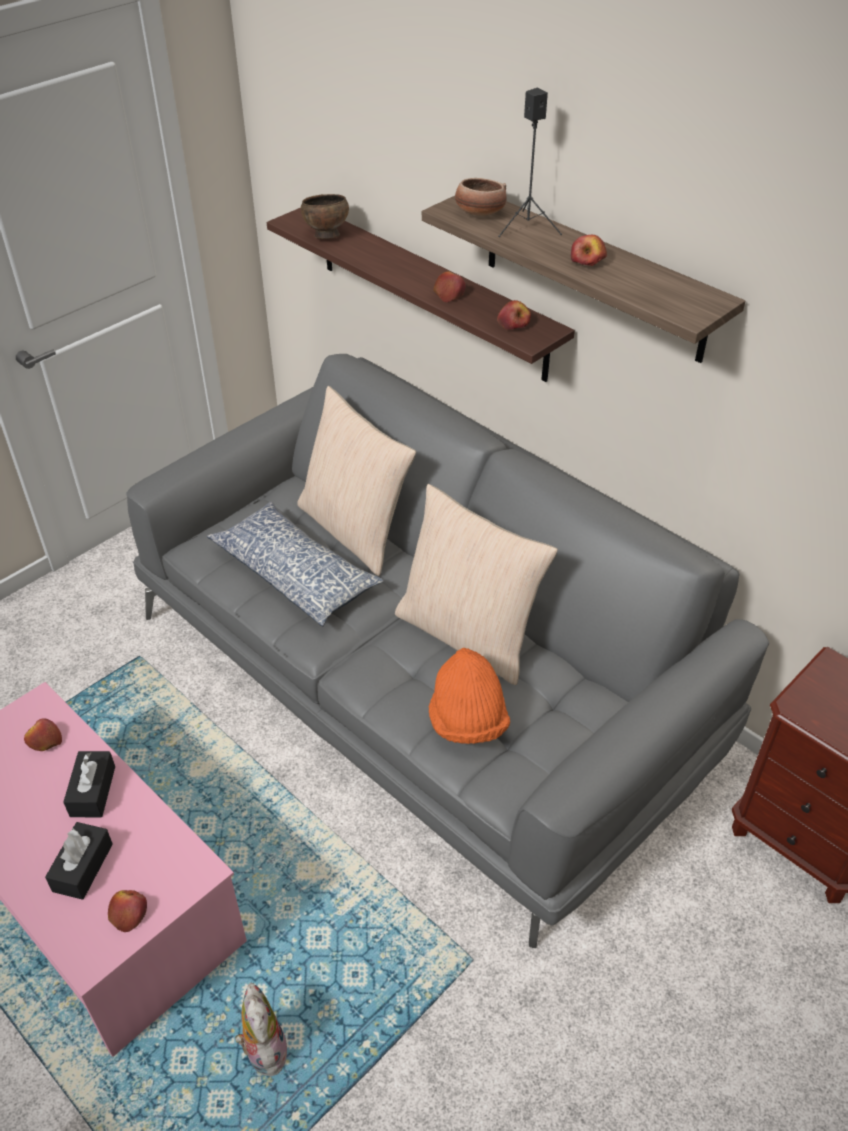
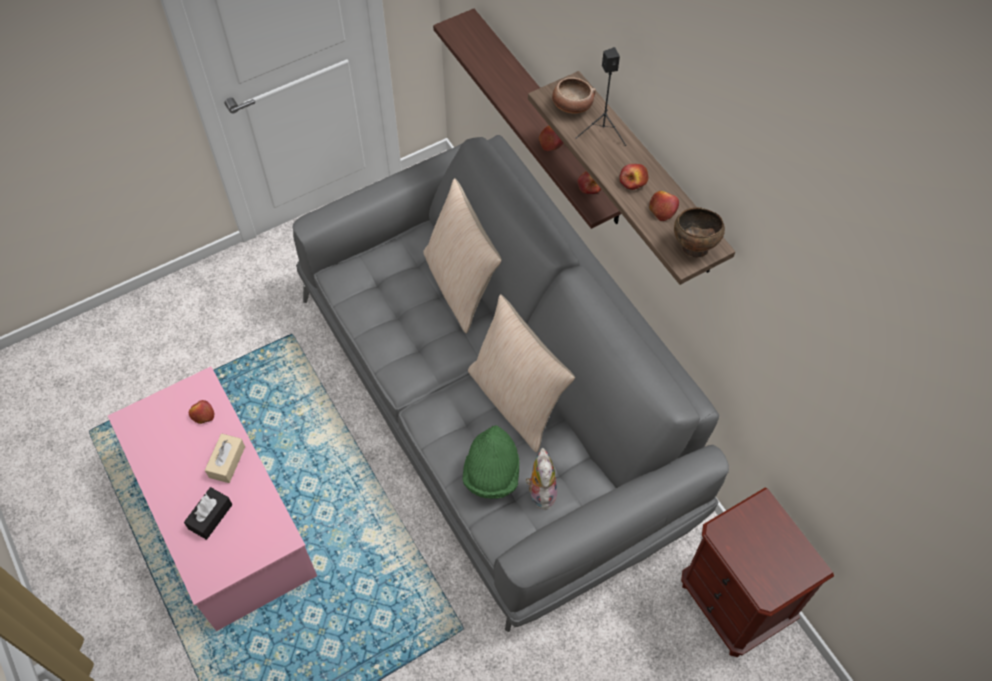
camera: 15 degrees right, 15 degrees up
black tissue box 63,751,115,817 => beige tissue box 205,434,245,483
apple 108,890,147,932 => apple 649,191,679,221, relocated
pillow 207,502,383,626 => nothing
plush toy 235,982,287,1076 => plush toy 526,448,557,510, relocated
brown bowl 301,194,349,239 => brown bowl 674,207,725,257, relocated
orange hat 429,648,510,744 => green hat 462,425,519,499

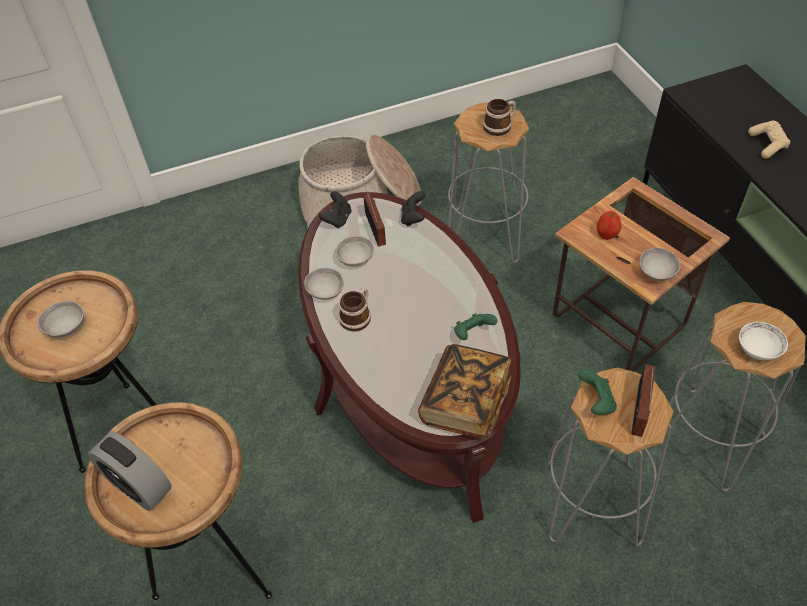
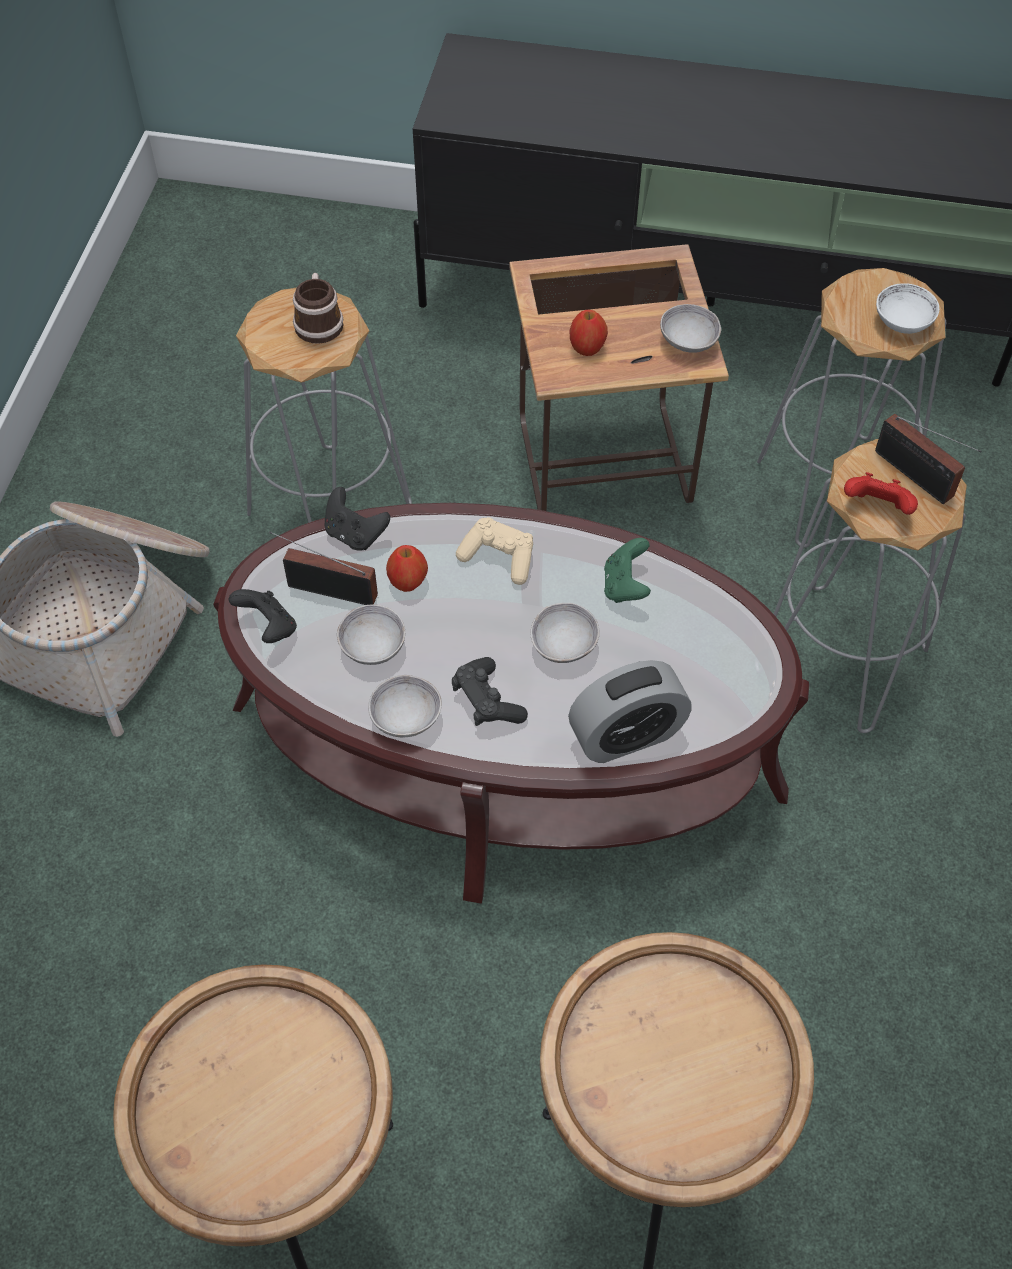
camera: 60 degrees left, 5 degrees up
grey bowl 38,301,84,337 => grey bowl 530,603,600,663, relocated
alarm clock 88,431,172,511 => alarm clock 568,660,692,763, relocated
mug 339,287,371,331 => black game controller 452,657,528,726
book 418,344,512,440 => nothing
green game controller 578,370,617,415 => red game controller 844,472,918,515
beige game controller 748,121,790,159 => beige game controller 456,517,533,585, relocated
nothing => apple 386,545,428,592

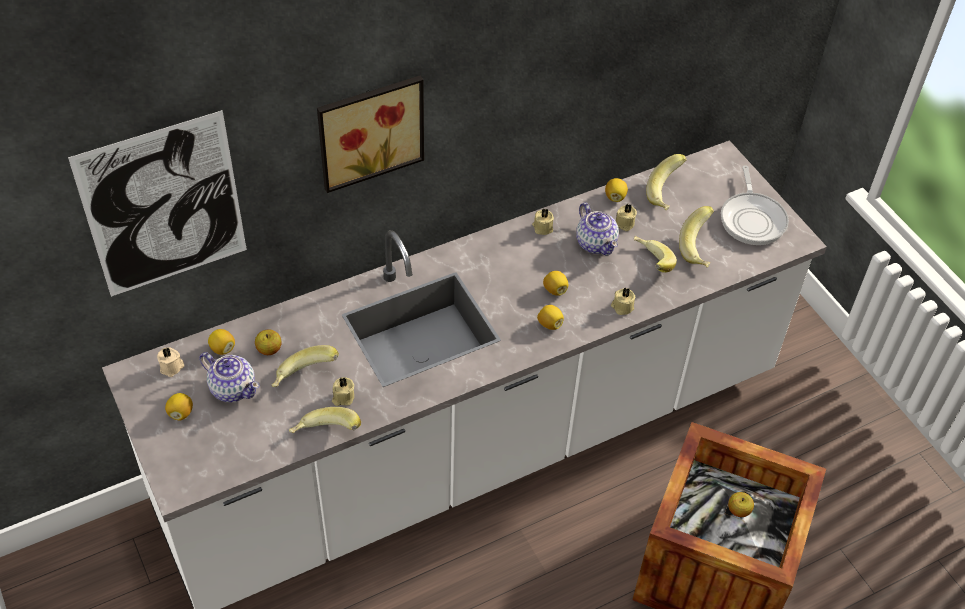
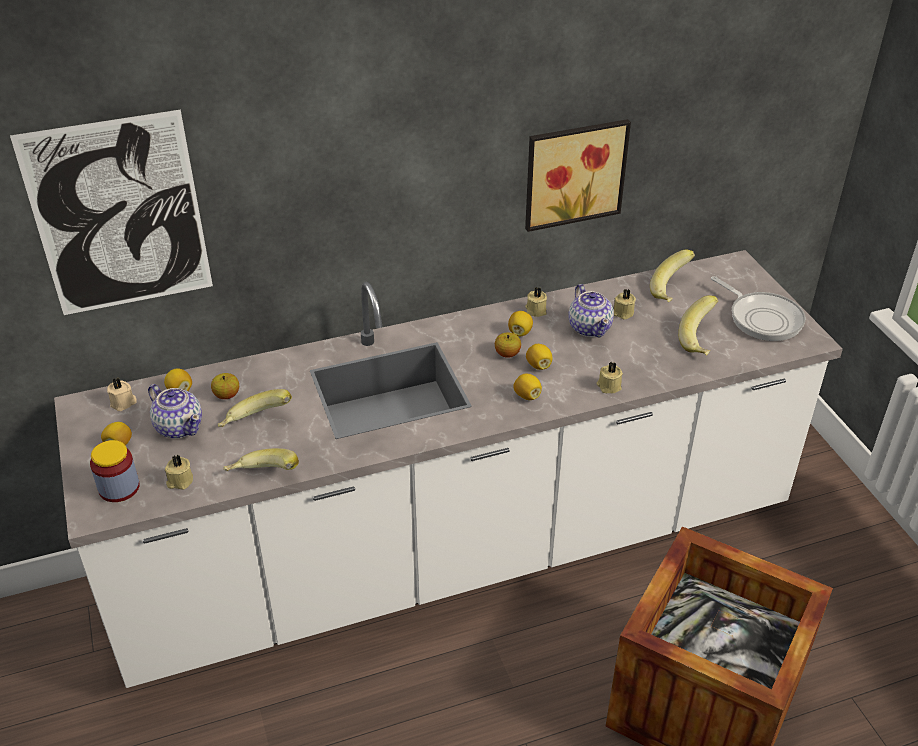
camera: 10 degrees right, 10 degrees down
picture 317,76,424,193 => picture 525,119,631,232, relocated
beige candle 332,377,354,406 => beige candle 165,455,193,490, relocated
lemon 605,178,628,202 => lemon 508,311,533,336, relocated
banana 634,236,677,273 => nothing
frying pan 721,165,789,245 => frying pan 711,276,806,341, 45 degrees counterclockwise
apple 728,492,754,517 => apple 495,332,521,358, relocated
nothing => jar 90,440,140,502

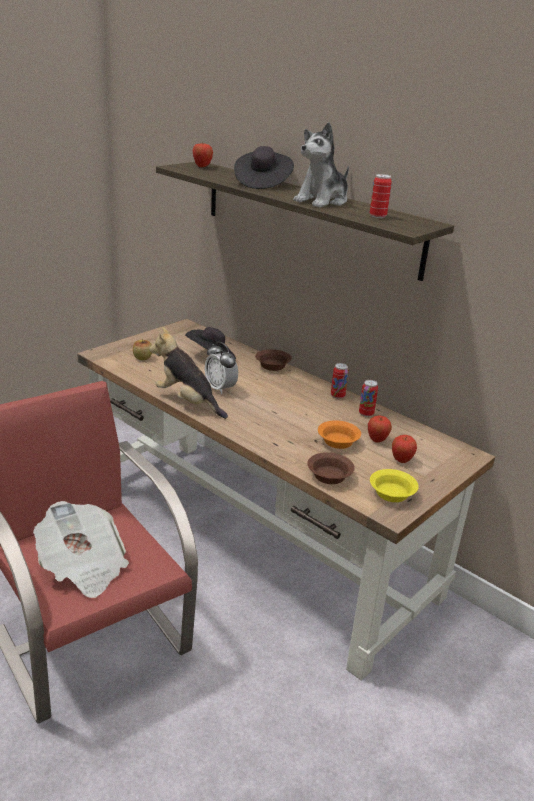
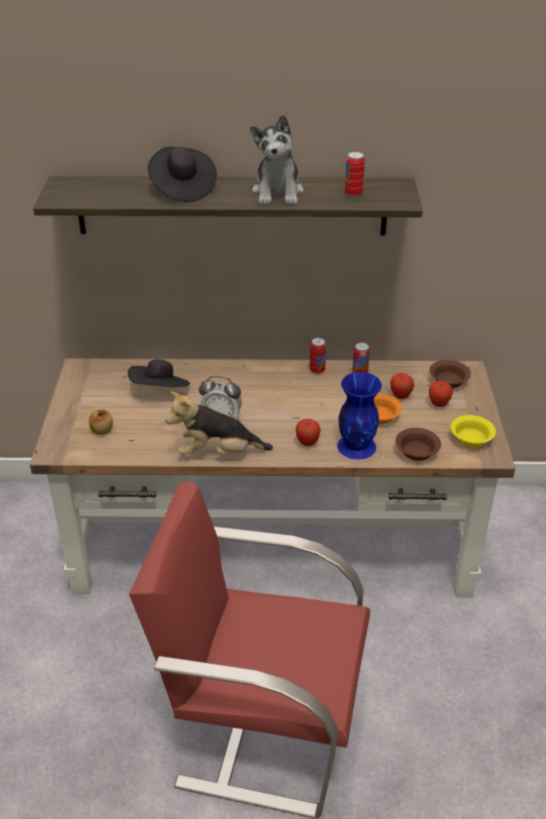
camera: 40 degrees left, 10 degrees up
newspaper 33,501,129,598 => nothing
apple 193,144,213,167 => apple 296,419,321,446, relocated
brown bowl 255,349,292,371 => brown bowl 429,360,471,388, relocated
nothing => blue vase 337,372,382,460

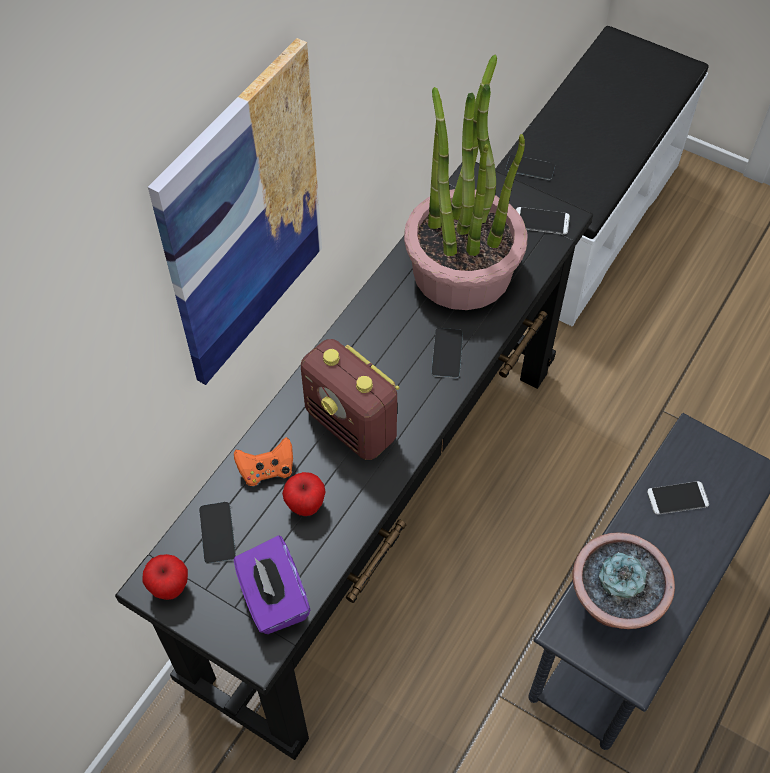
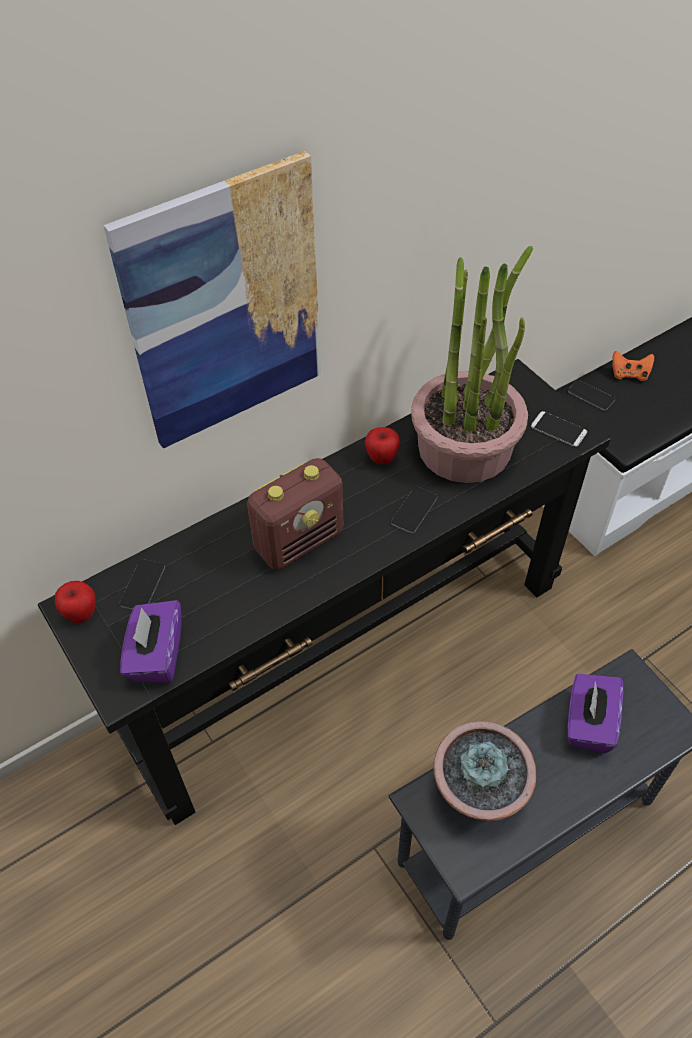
camera: 25 degrees right, 5 degrees down
orange game controller 234,437,293,486 => orange game controller 612,351,654,381, relocated
apple 282,472,326,516 => apple 365,427,401,465, relocated
radio 301,339,400,460 => radio 247,458,344,569, 105 degrees counterclockwise
phone 647,481,709,515 => purple tissue box 567,674,623,753

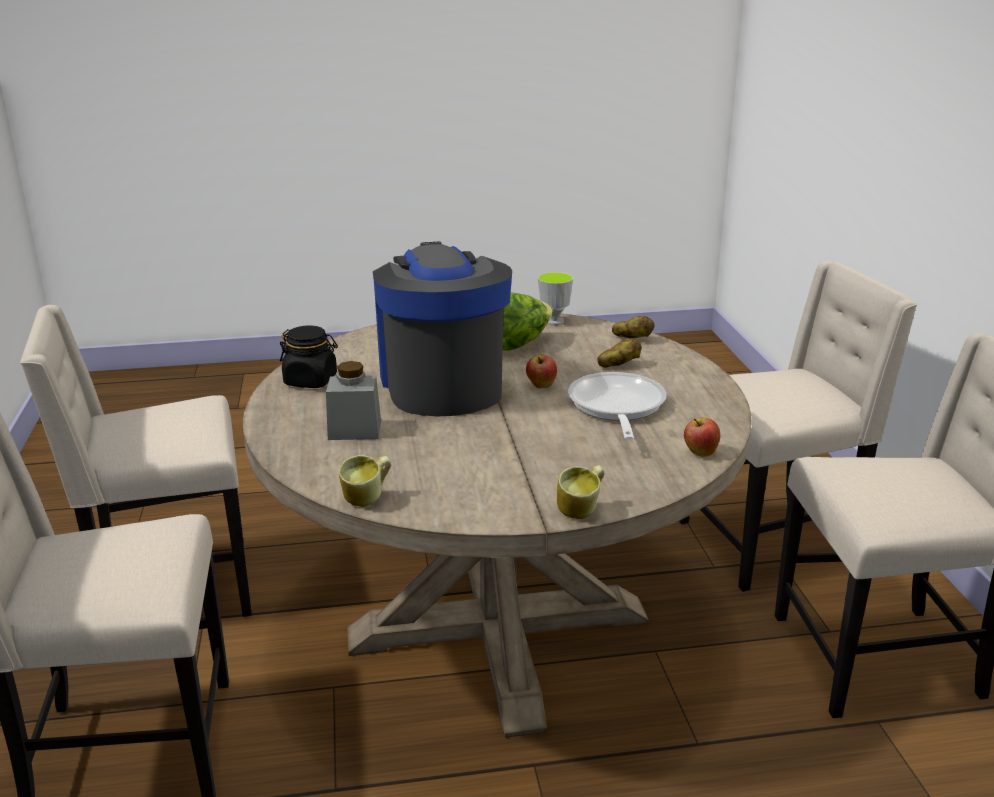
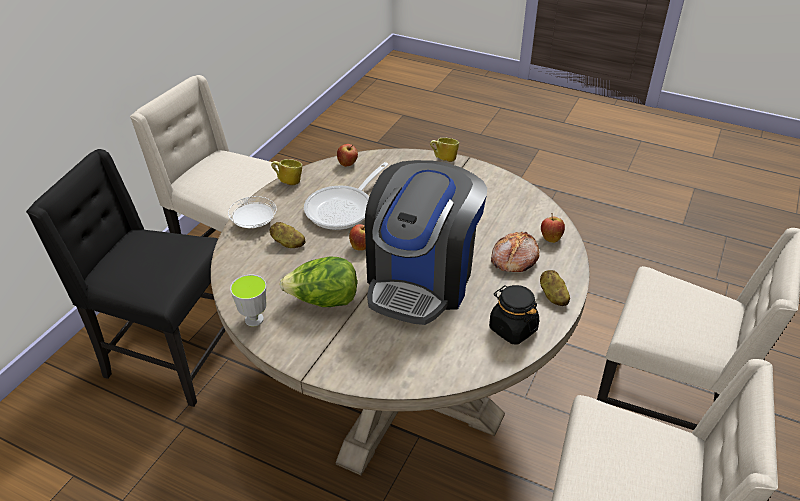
camera: 145 degrees left, 15 degrees up
grey jar 326,361,381,440 => bread 491,232,539,272
mug 339,455,392,507 => mug 271,159,302,185, relocated
potato 612,316,655,338 => potato 540,270,570,306, relocated
beige chair 679,261,917,592 => black chair 26,149,226,407
nothing => white plate 228,196,277,228
nothing => apple 541,213,565,243

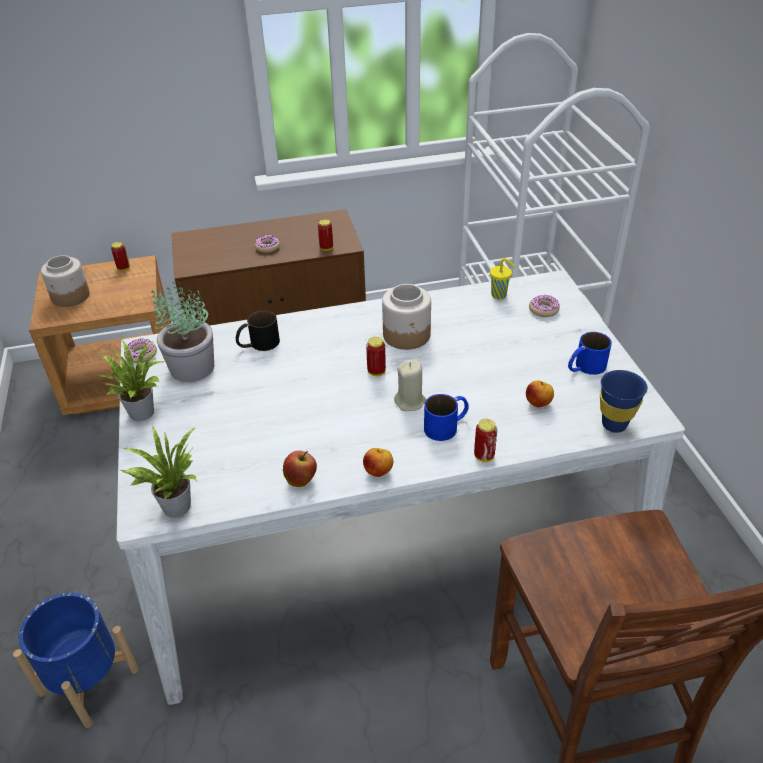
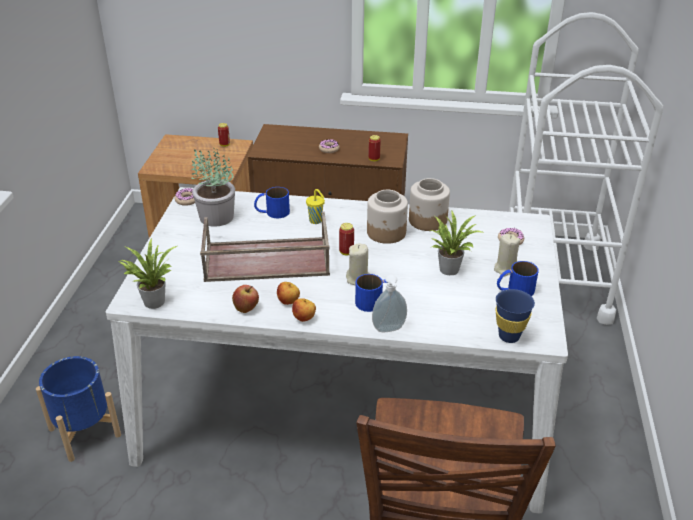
camera: 20 degrees right, 5 degrees down
jar 41,255,90,307 => jar 409,178,450,231, relocated
potted plant 96,341,164,421 => potted plant 430,211,482,275, relocated
black mug 236,310,280,351 => blue mug 254,187,290,218
can 474,419,497,462 => soap dispenser 372,275,407,332
yellow cup 490,258,515,299 => yellow cup 306,189,325,224, relocated
apple 526,380,554,408 => apple 277,282,300,305, relocated
nothing => brown tray 200,212,330,282
nothing => beige candle 494,234,520,277

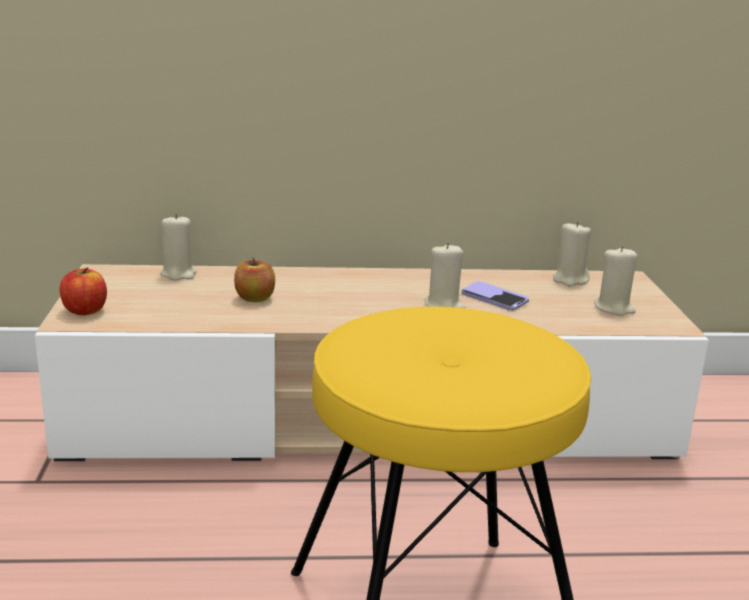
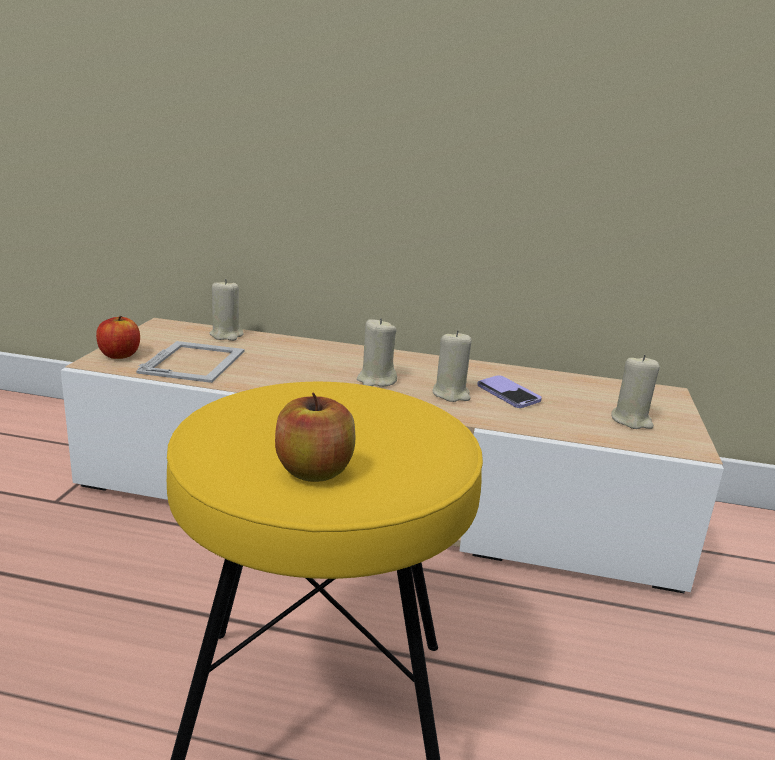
camera: 15 degrees right, 0 degrees up
apple 234,257,275,302 => apple 275,392,355,482, relocated
beige candle 553,221,591,287 => beige candle 357,318,397,387, relocated
nothing => picture frame 136,341,245,383

